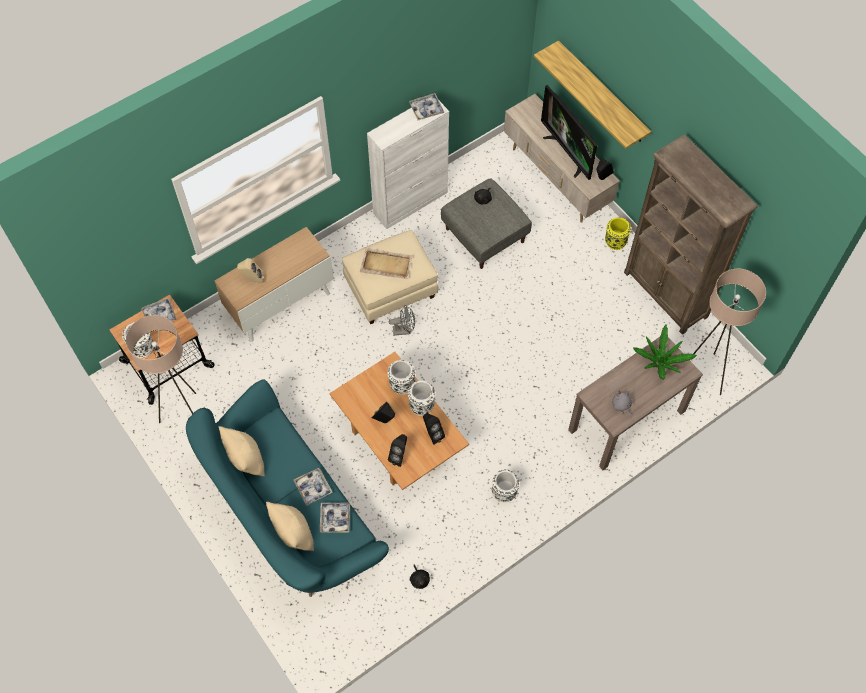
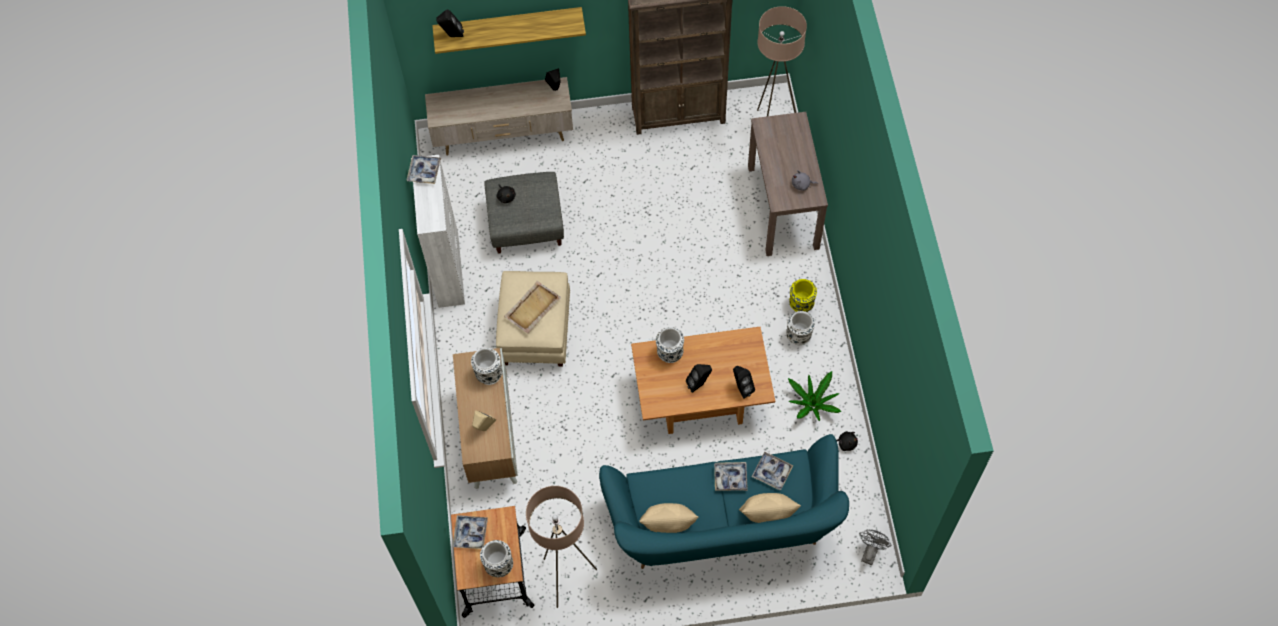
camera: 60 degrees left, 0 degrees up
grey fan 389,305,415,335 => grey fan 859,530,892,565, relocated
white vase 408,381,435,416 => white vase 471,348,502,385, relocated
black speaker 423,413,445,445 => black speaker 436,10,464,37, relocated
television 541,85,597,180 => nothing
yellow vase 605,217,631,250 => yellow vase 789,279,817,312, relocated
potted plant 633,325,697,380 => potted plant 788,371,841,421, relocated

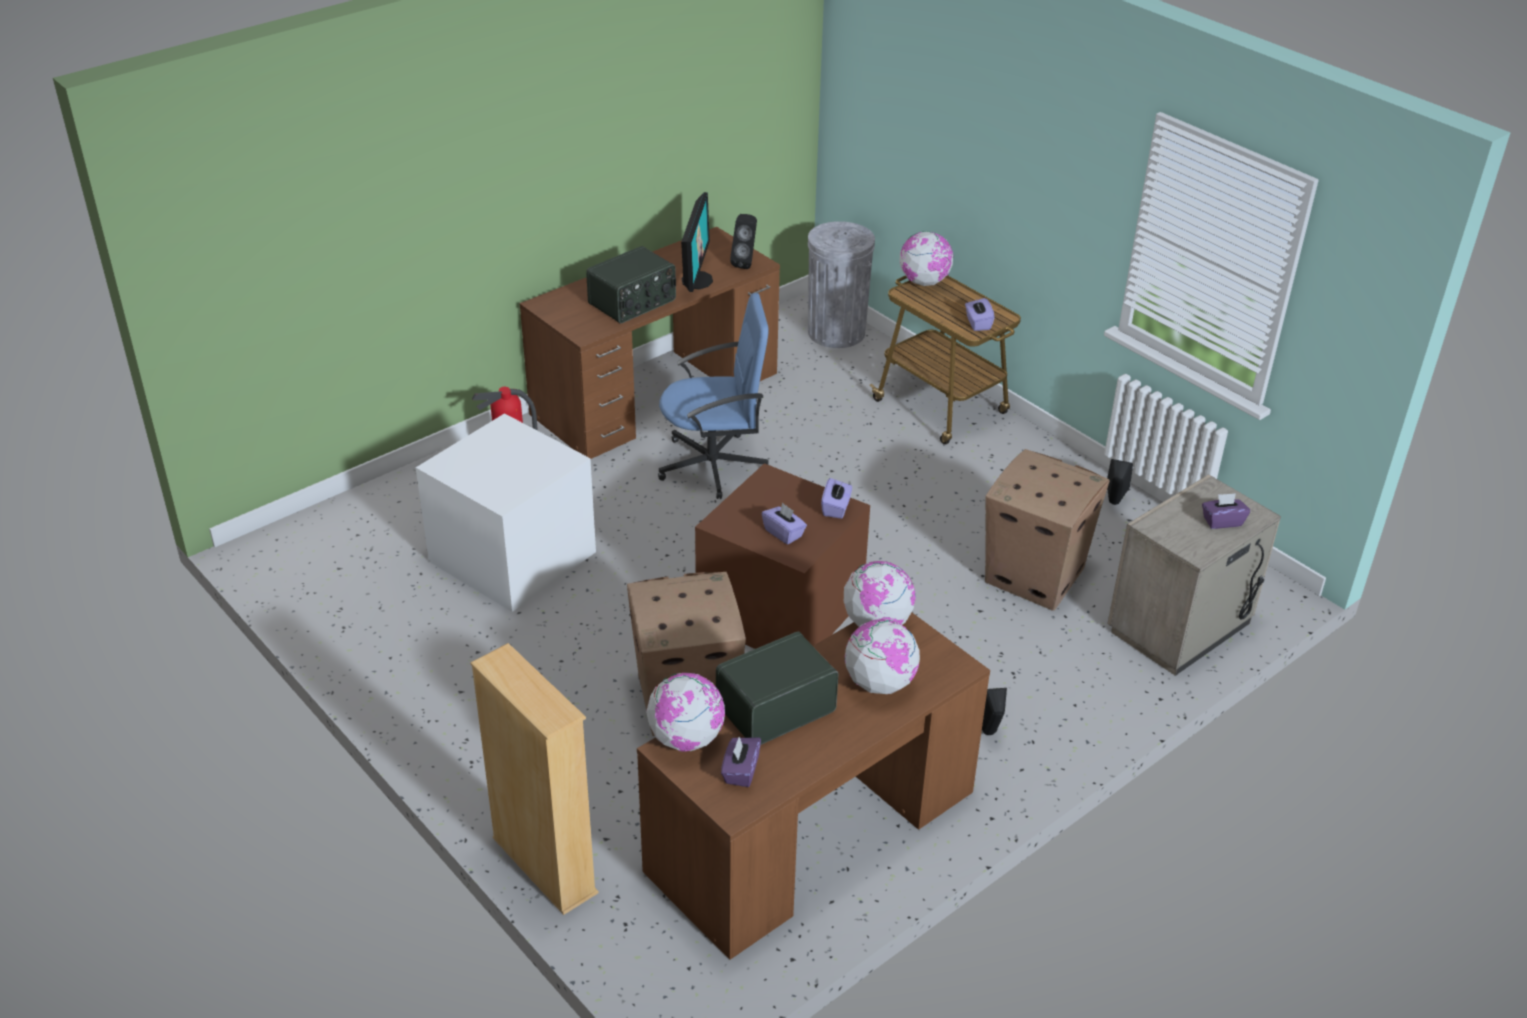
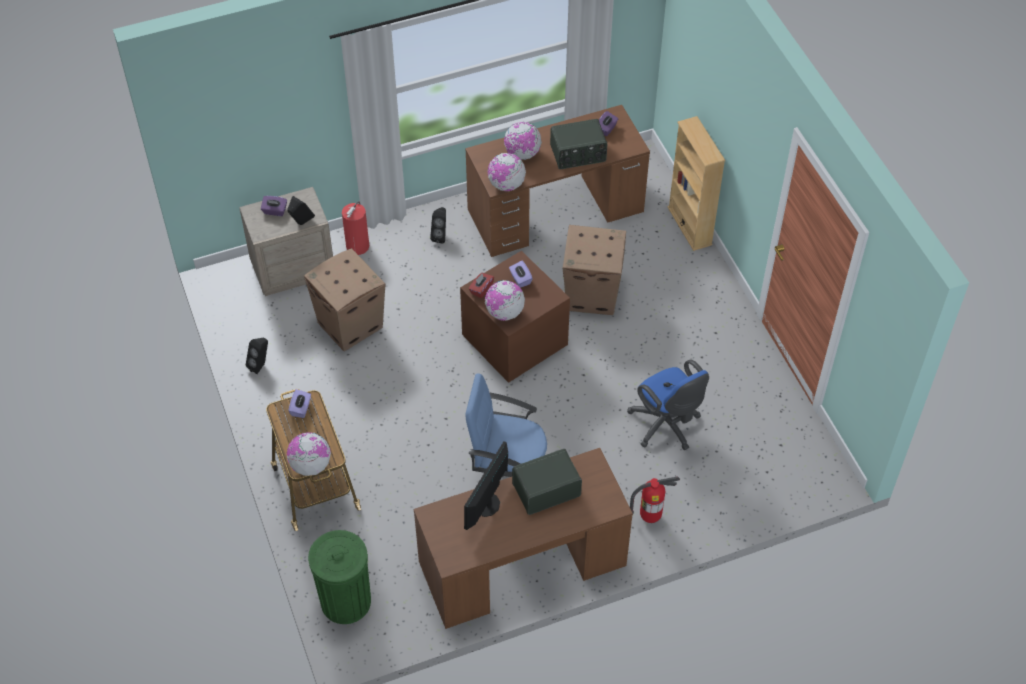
camera: 160 degrees left, 15 degrees up
white storage box 416,413,596,612 => blue office chair 627,360,709,450
globe 646,673,725,752 => globe 485,280,525,321, relocated
black speaker 730,214,757,269 => black speaker 287,196,315,225, relocated
grey trash can 808,221,875,348 => green trash can 308,530,371,624
purple tissue box 821,478,852,519 => red tissue box 469,273,494,298
nothing => fire extinguisher 342,201,369,255

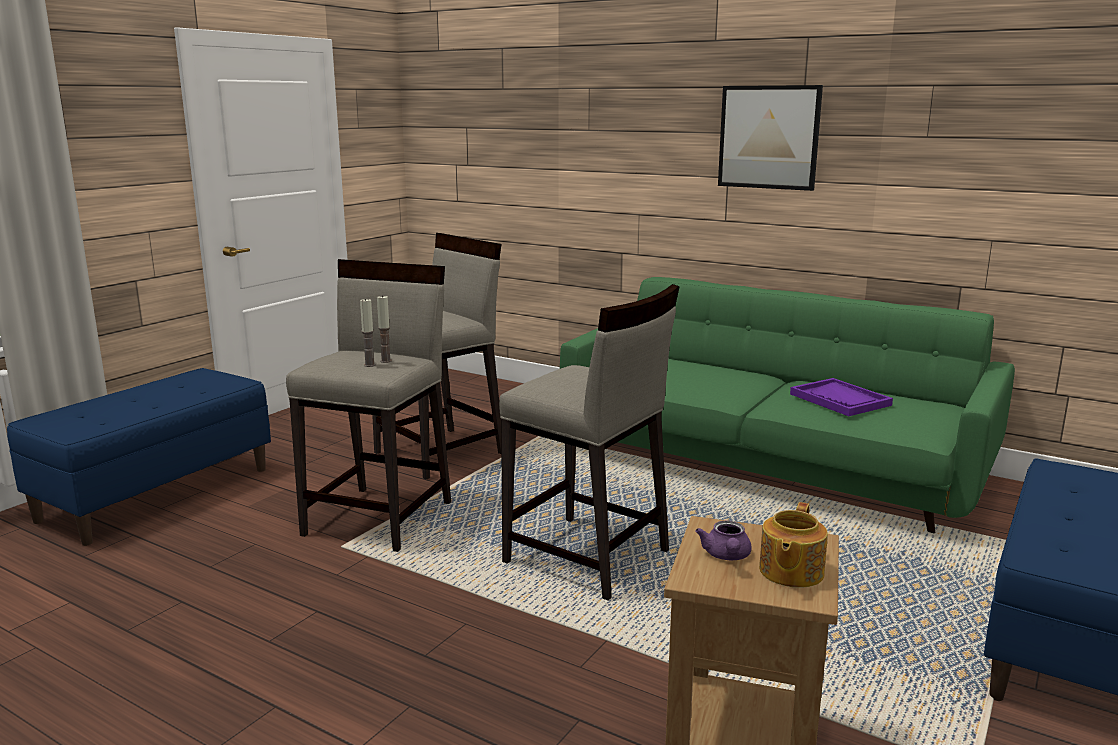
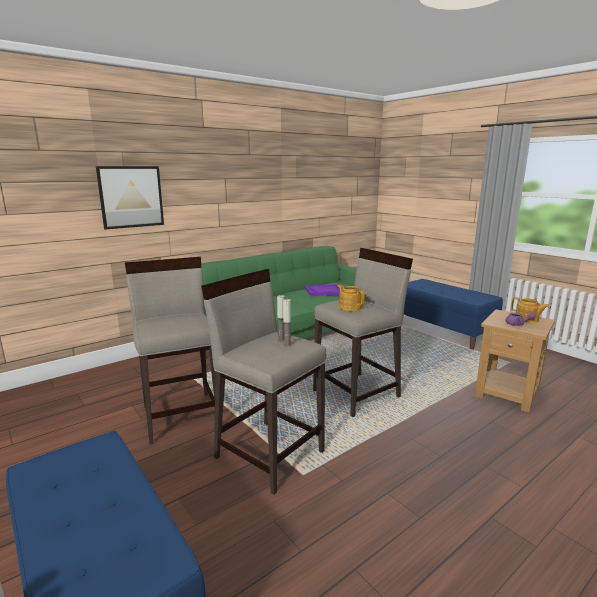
camera: 70 degrees left, 0 degrees up
picture 718,85,823,191 => picture 96,166,164,230, relocated
nothing => teapot 337,285,364,311

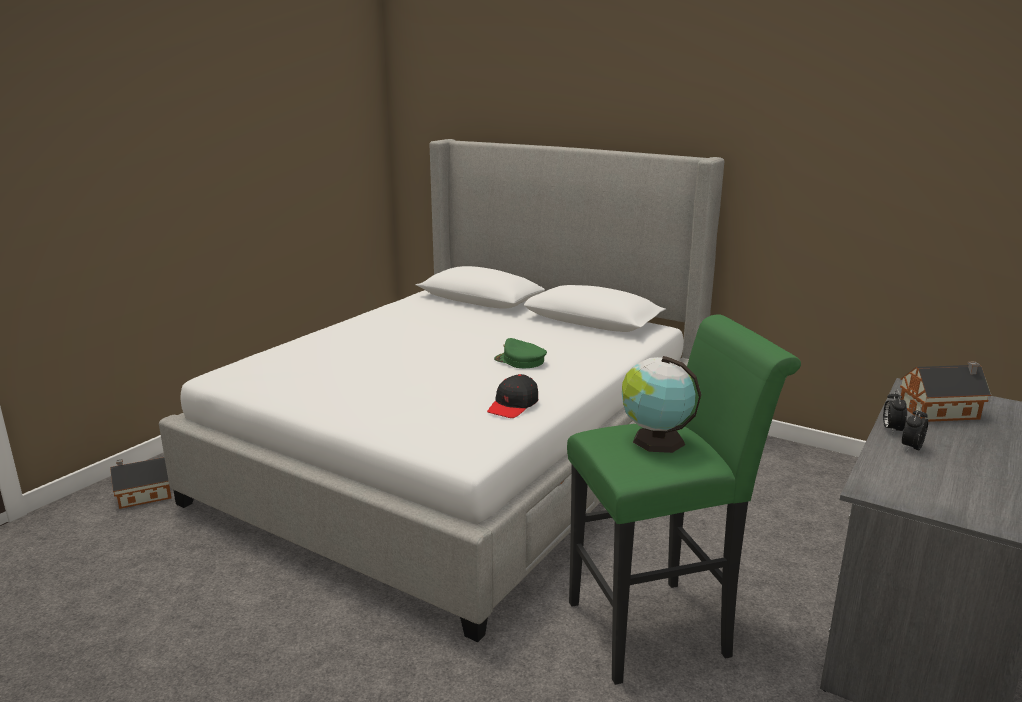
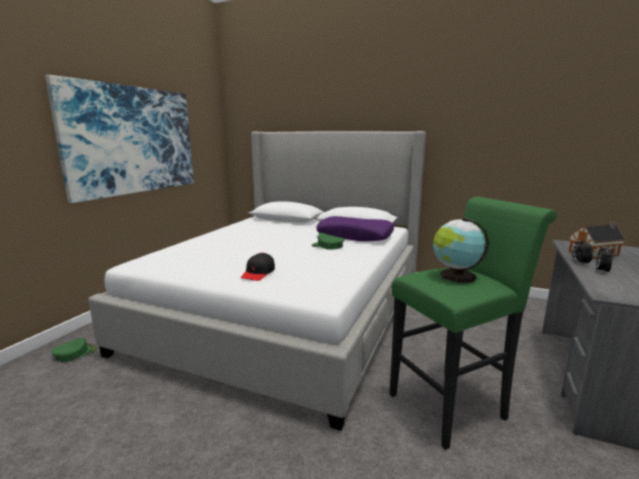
camera: 10 degrees left, 5 degrees down
toy house 110,457,171,509 => green cap 51,337,97,362
black cap 487,374,538,418 => black cap 241,253,275,281, relocated
nothing => picture 45,75,194,203
nothing => purple pillow 317,216,394,241

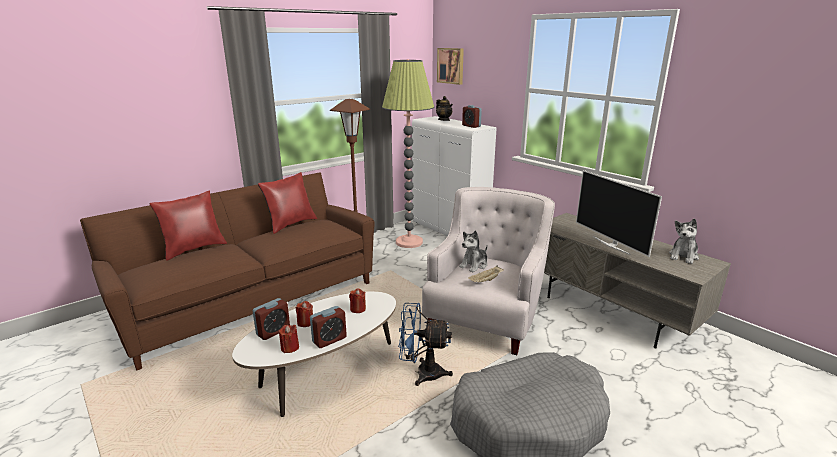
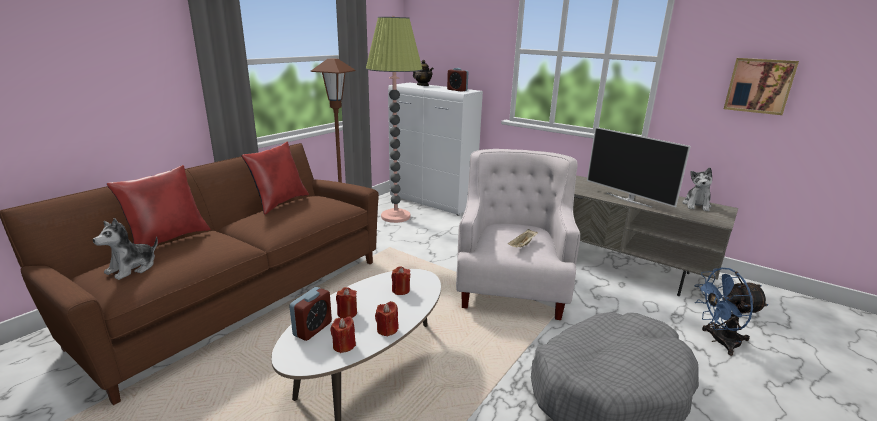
camera: 15 degrees left, 0 degrees up
alarm clock 310,306,347,348 => red candle 375,301,398,337
blue fan 398,303,453,386 => blue fan 694,267,768,356, relocated
picture 437,48,464,85 => picture 724,58,799,115, relocated
plush toy 459,230,488,272 => plush toy 92,218,158,280, relocated

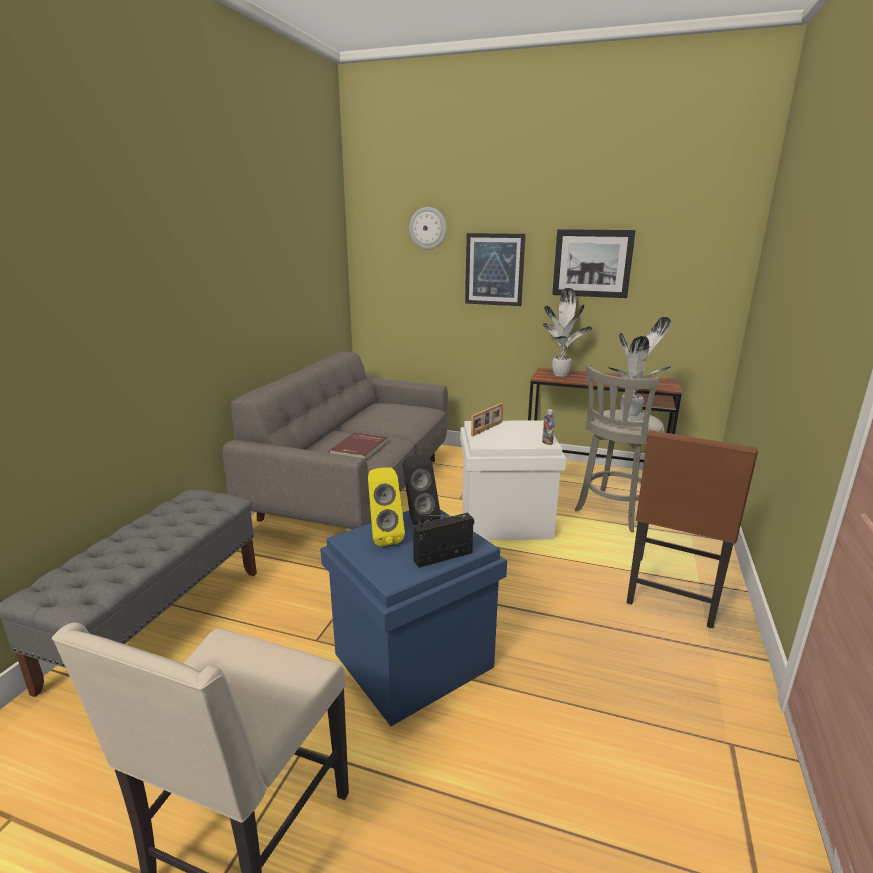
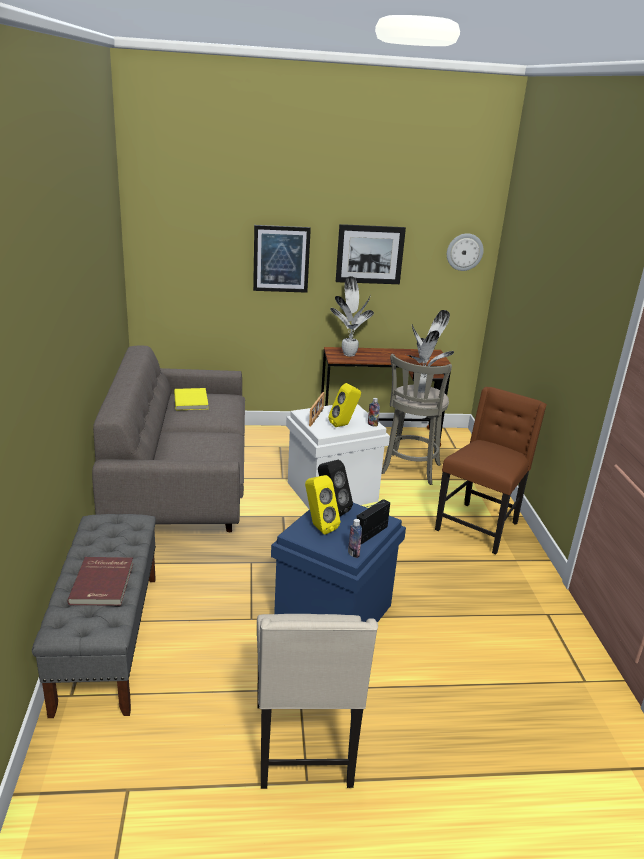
camera: 25 degrees left, 5 degrees up
red book 329,432,388,460 => red book 67,557,133,606, relocated
wall clock 409,207,447,249 => wall clock 447,233,484,271, relocated
brown chair 627,430,758,628 => brown chair 435,387,547,554, 150 degrees counterclockwise
nothing => yellow book 174,388,208,410
nothing => yellow speaker 328,383,361,427
nothing => bottle 348,519,362,558

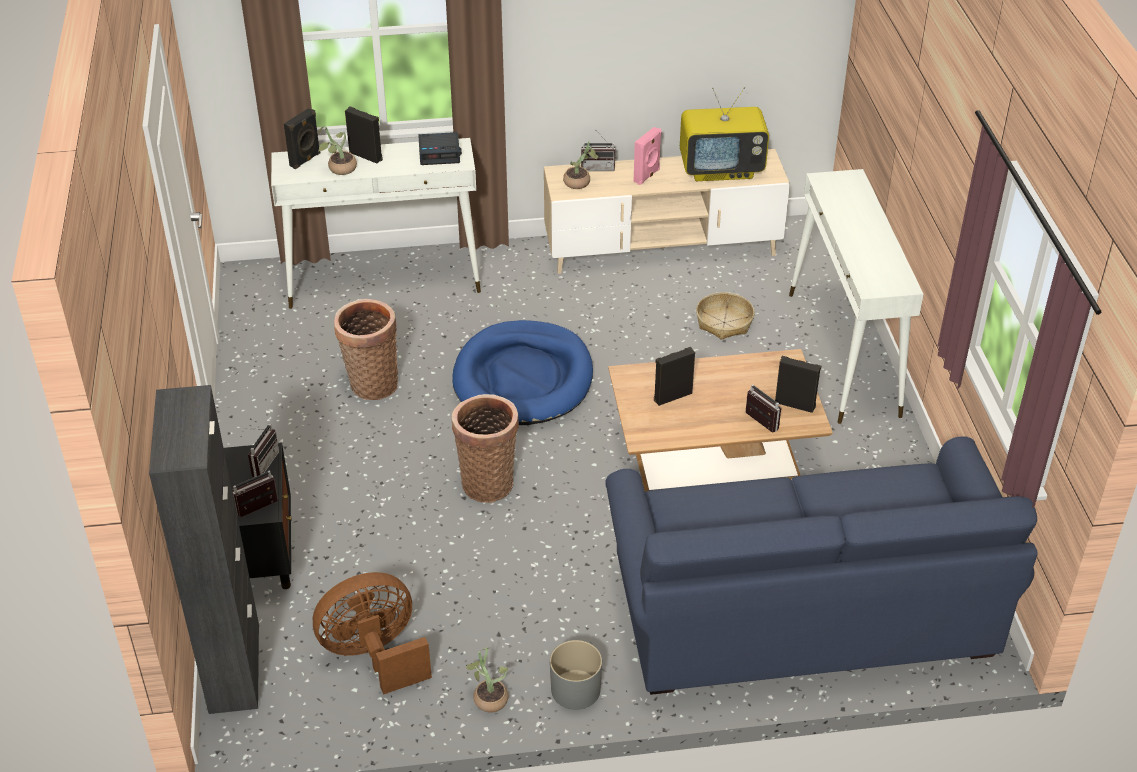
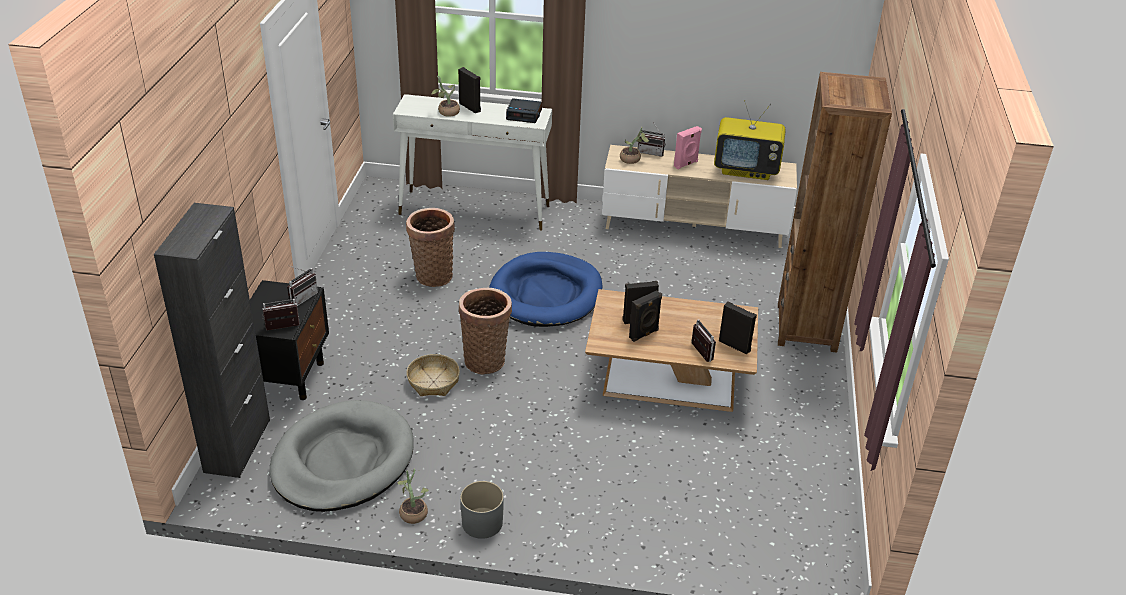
camera: 15 degrees right, 5 degrees down
black speaker 284,108,320,169 => black speaker 629,290,662,342, relocated
brown fan 313,572,432,695 => grey dog bed 270,400,414,512
blue sofa 605,436,1038,695 => nothing
basket 696,292,754,340 => basket 406,354,460,396, relocated
white console table 789,169,923,424 => brown bookcase 778,72,892,353

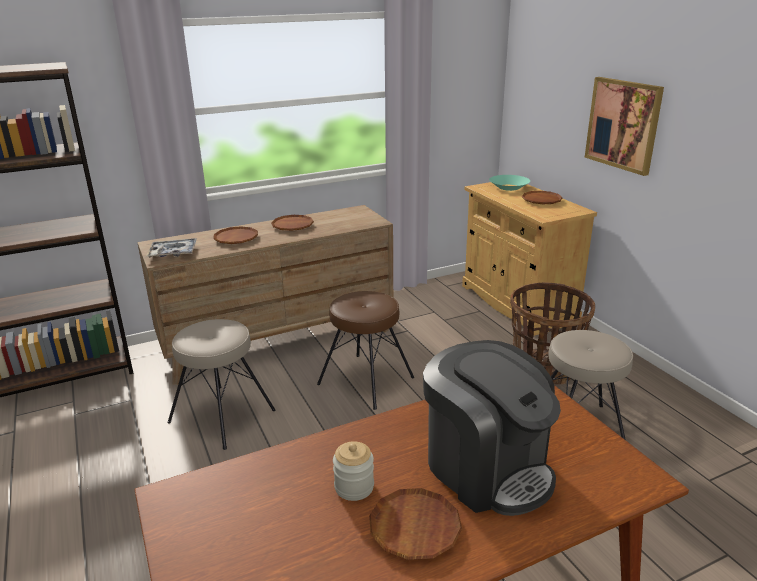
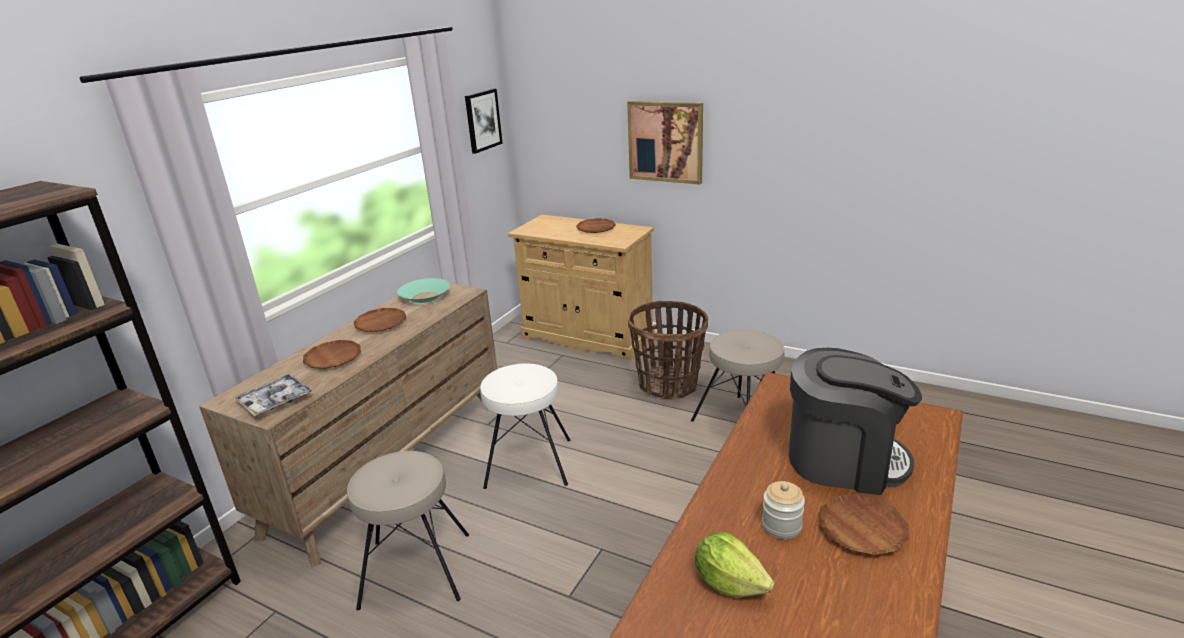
camera: 35 degrees left, 0 degrees up
brown stool 317,291,414,410 => white stool 480,363,570,489
turquoise bowl 489,175,530,191 => turquoise bowl 397,278,450,303, relocated
nothing => picture 465,88,503,154
nothing => lettuce 695,532,775,597

